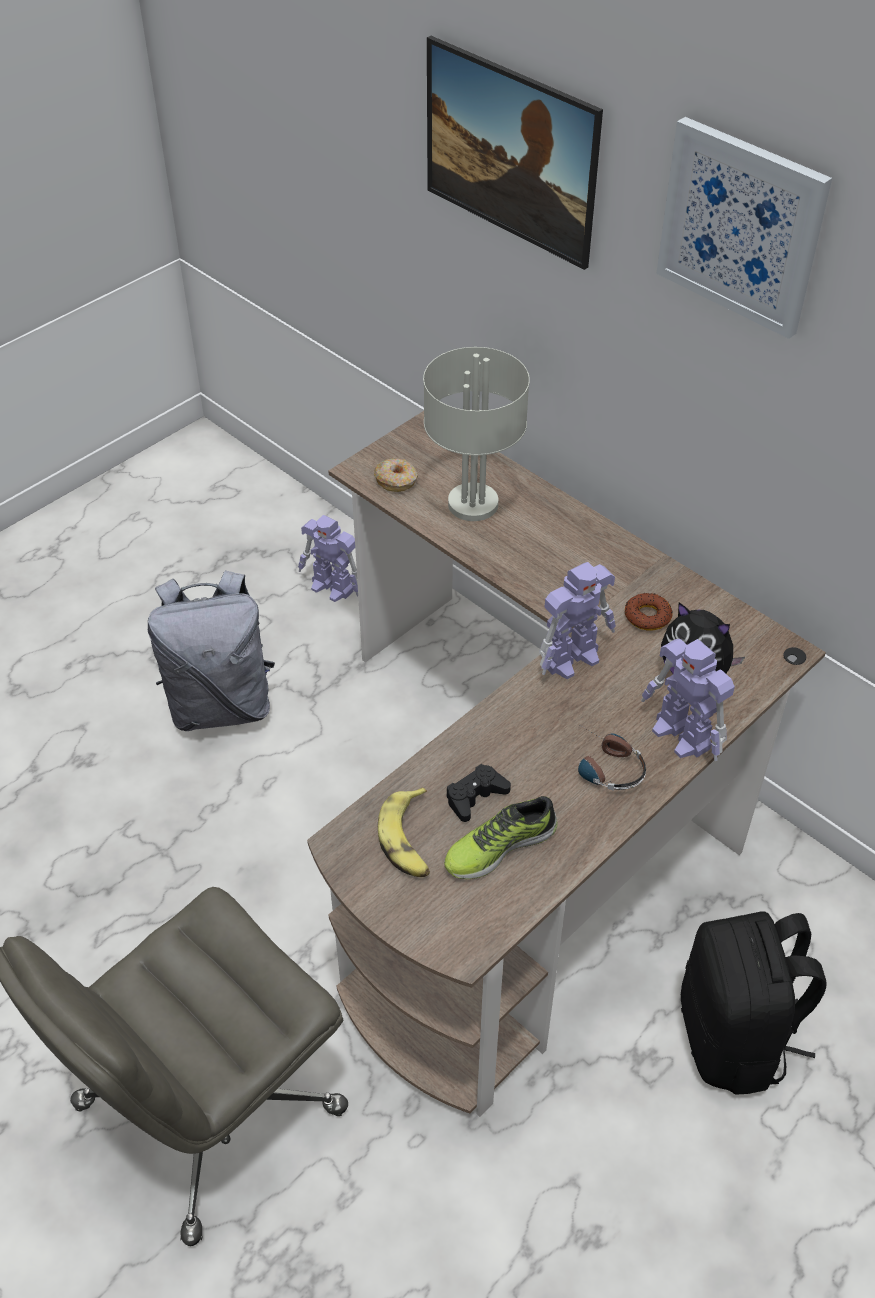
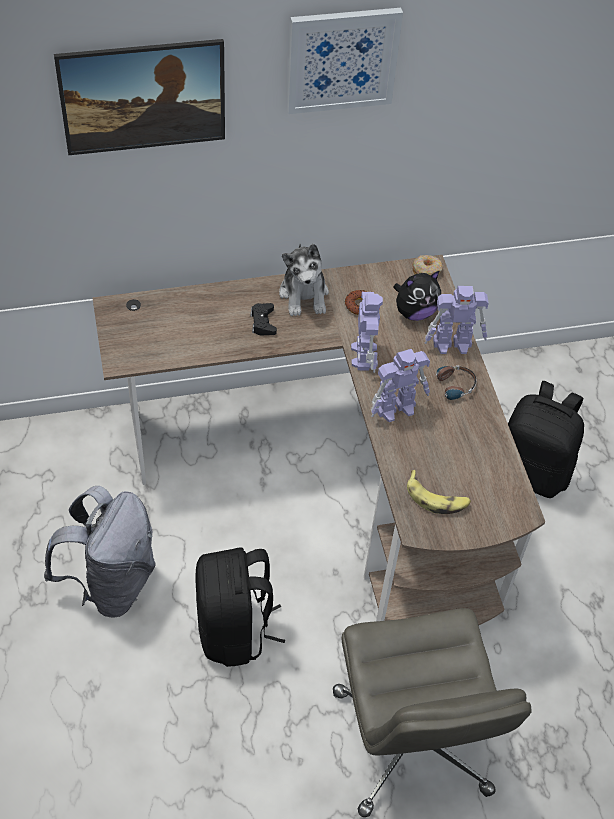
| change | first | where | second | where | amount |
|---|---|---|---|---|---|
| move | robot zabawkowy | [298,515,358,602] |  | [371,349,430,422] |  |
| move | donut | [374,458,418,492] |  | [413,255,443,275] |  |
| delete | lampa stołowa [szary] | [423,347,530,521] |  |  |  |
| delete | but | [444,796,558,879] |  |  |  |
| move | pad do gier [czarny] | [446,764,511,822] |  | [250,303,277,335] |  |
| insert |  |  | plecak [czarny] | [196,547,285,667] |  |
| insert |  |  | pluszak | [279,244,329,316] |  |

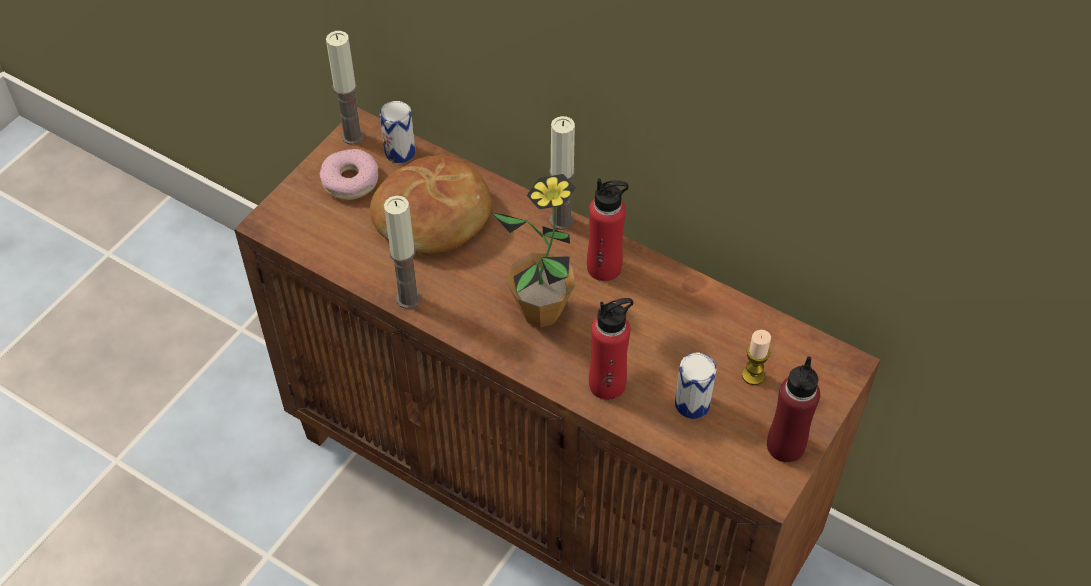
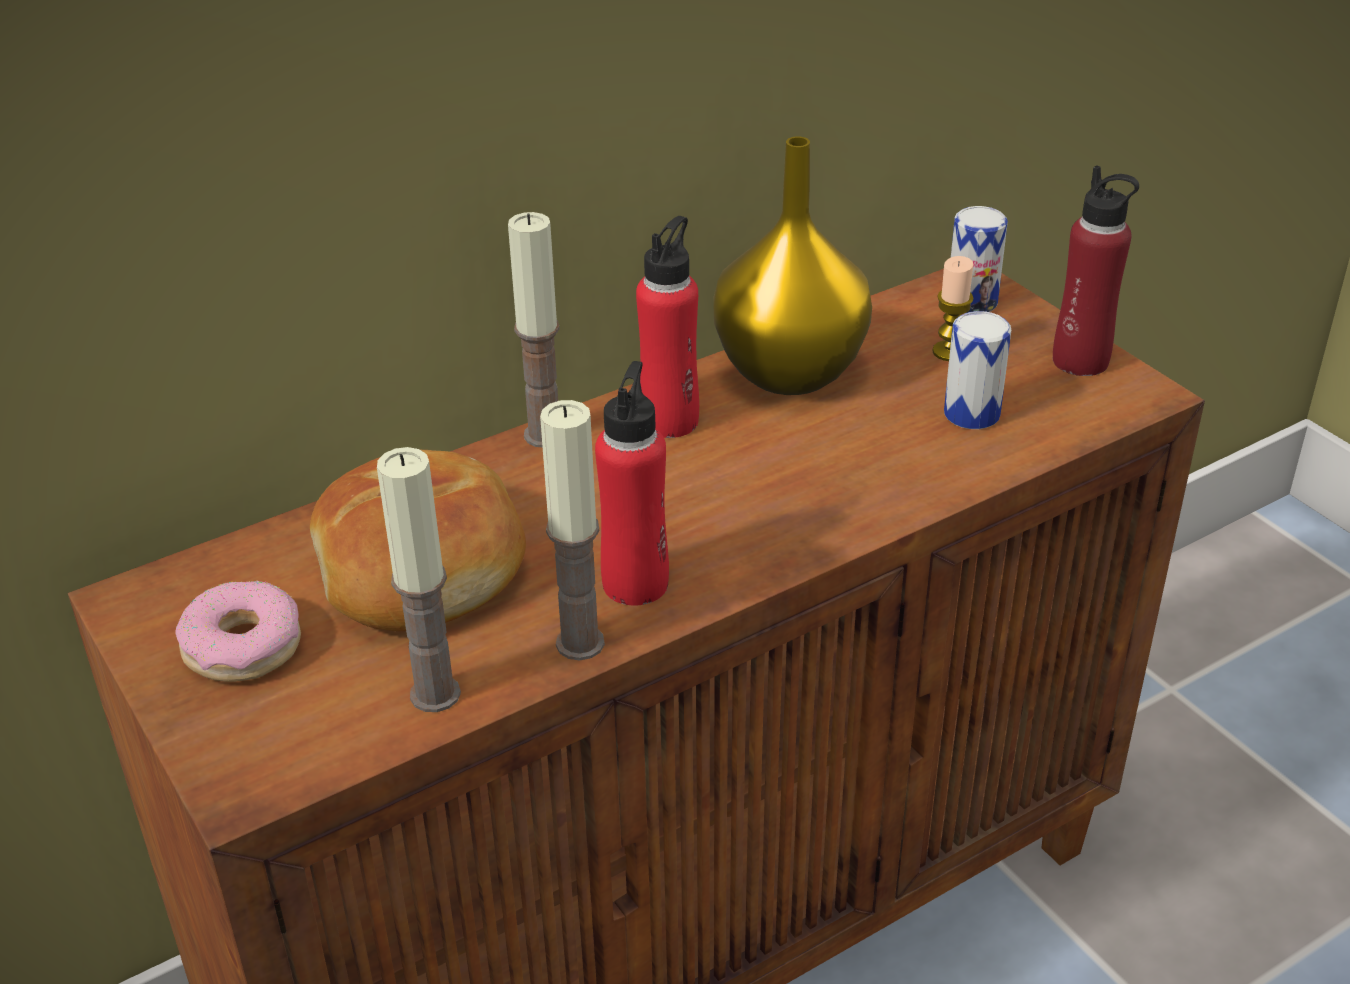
| change | first | where | second | where | amount |
|---|---|---|---|---|---|
| move | świeca | [326,31,364,145] |  | [377,447,461,712] |  |
| move | puszka | [379,101,415,163] |  | [951,206,1008,314] |  |
| delete | roślina doniczkowa | [492,174,576,327] |  |  |  |
| move | butelka [czerwony] | [589,298,634,400] |  | [595,361,669,606] |  |
| insert |  |  | wazon [żółty] | [713,136,872,395] |  |

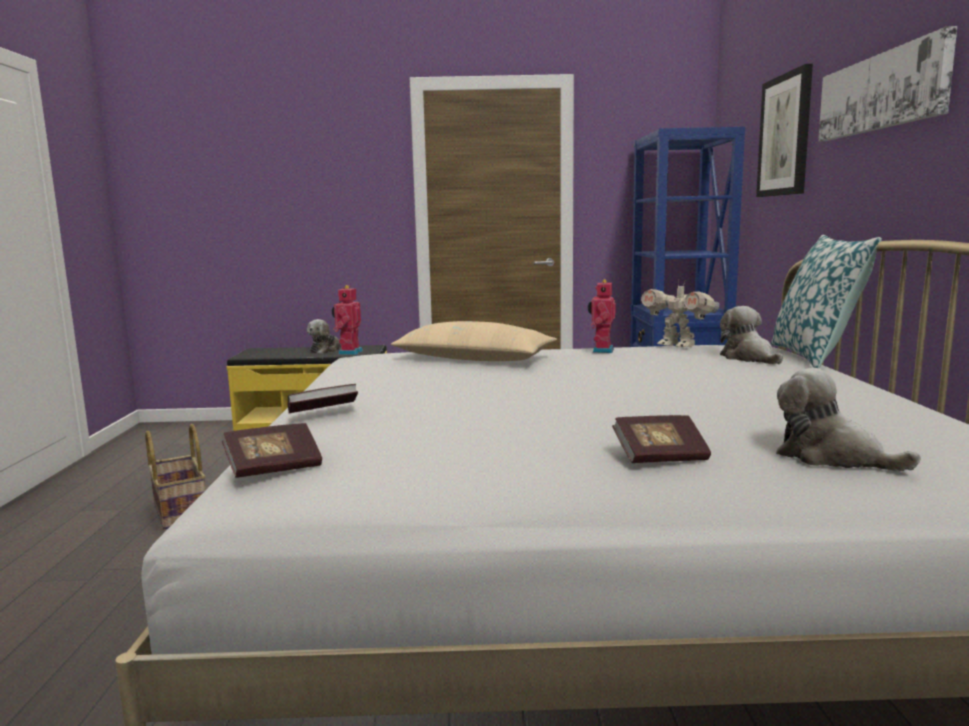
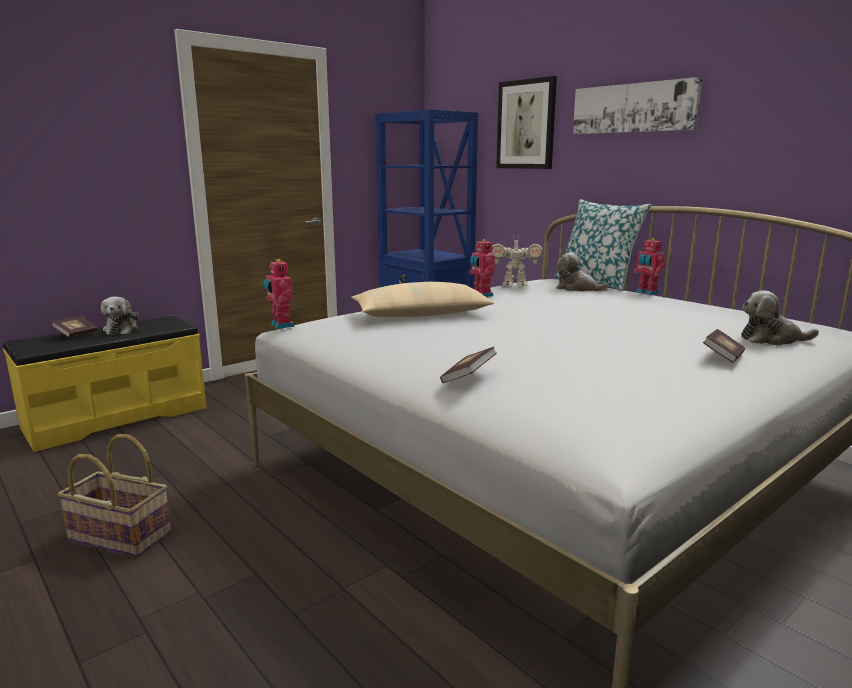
| change | first | where | second | where | amount |
|---|---|---|---|---|---|
| move | książka | [222,423,322,478] |  | [51,316,97,337] |  |
| insert |  |  | robot zabawkowy | [634,238,666,295] |  |

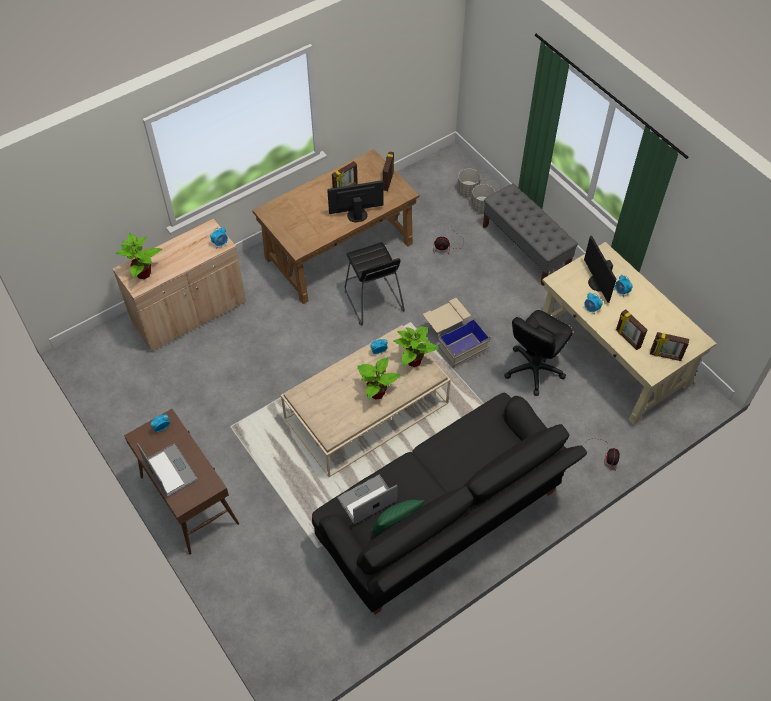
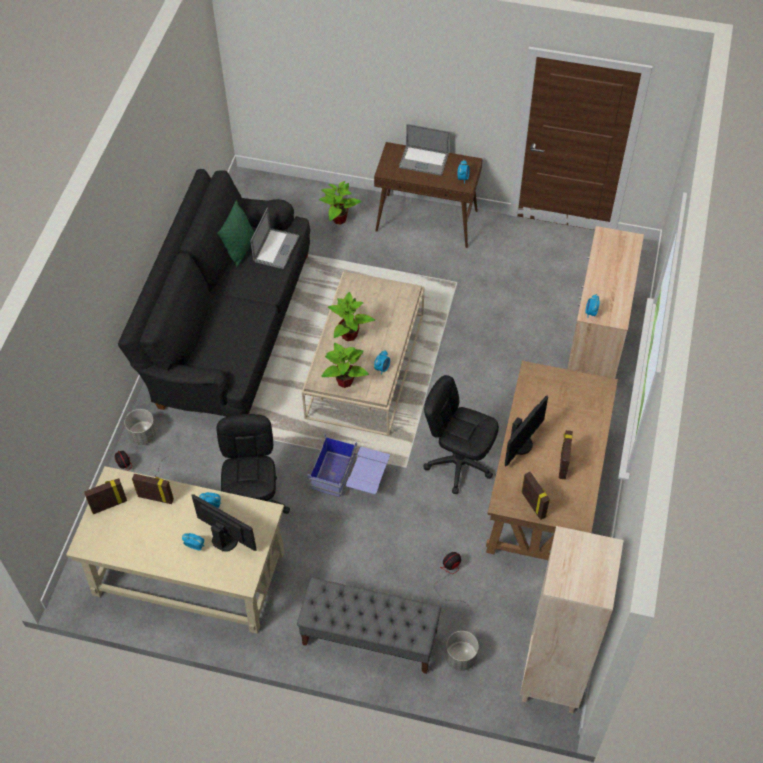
| change | first | where | second | where | amount |
|---|---|---|---|---|---|
| move | roślina doniczkowa | [116,233,162,279] |  | [319,181,362,225] |  |
| replace | stołek [czarny] | [345,242,405,325] | krzesło biurowe [czarny] | [423,375,499,494] |  |
| recolor | pojemnik do przechowywania [beżowy] | [423,298,491,368] | pojemnik do przechowywania [niebieski] | [308,434,390,497] |  |
| move | donica [szary] | [457,169,481,197] |  | [124,409,157,445] |  |
| insert |  |  | regał [beżowy] | [520,526,624,713] |  |

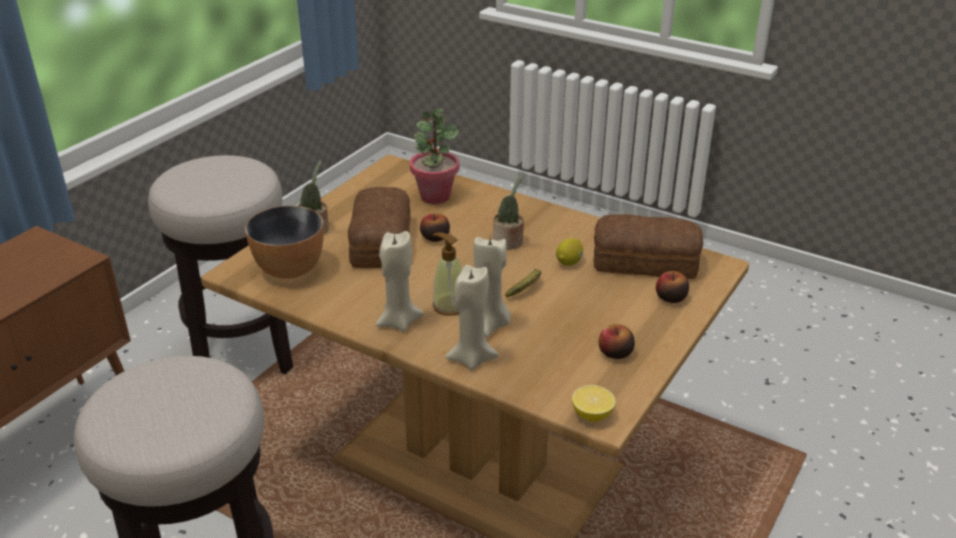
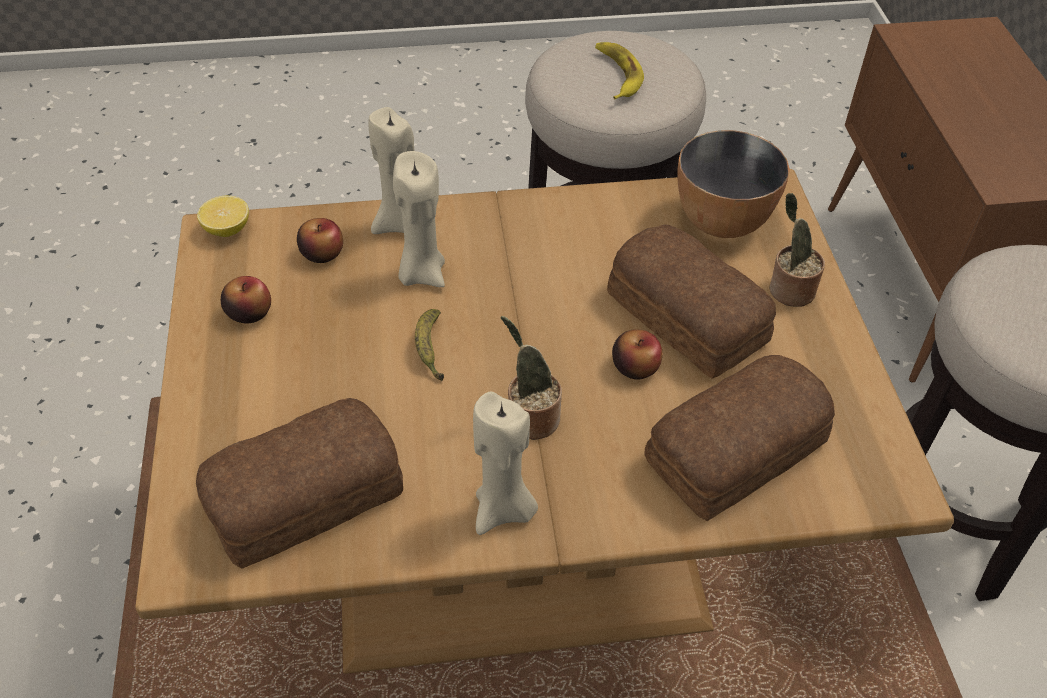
| change | first | where | second | where | amount |
|---|---|---|---|---|---|
| move | świeca [beżowy] | [376,231,424,332] |  | [473,391,538,535] |  |
| replace | roślina doniczkowa | [410,109,460,204] | chleb | [644,355,835,521] |  |
| delete | dozownik mydła | [432,232,462,316] |  |  |  |
| delete | cytryna | [556,238,583,266] |  |  |  |
| move | jabłko | [656,271,689,303] |  | [297,218,343,263] |  |
| insert |  |  | banan | [595,42,644,99] |  |

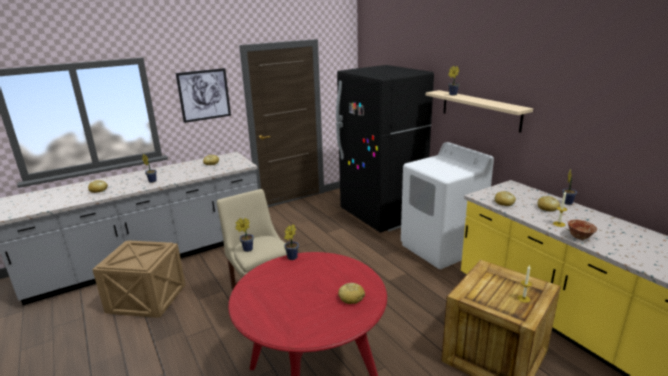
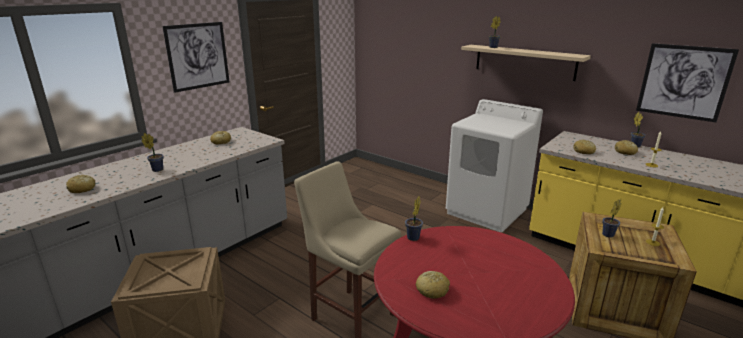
| change | first | where | second | where | amount |
|---|---|---|---|---|---|
| move | roślina doniczkowa | [235,218,254,252] |  | [602,199,622,238] |  |
| delete | lodówka [czarny] | [336,65,434,233] |  |  |  |
| move | chleb | [338,283,365,304] |  | [416,271,450,299] |  |
| delete | miska | [568,220,597,240] |  |  |  |
| insert |  |  | obraz | [636,43,739,122] |  |

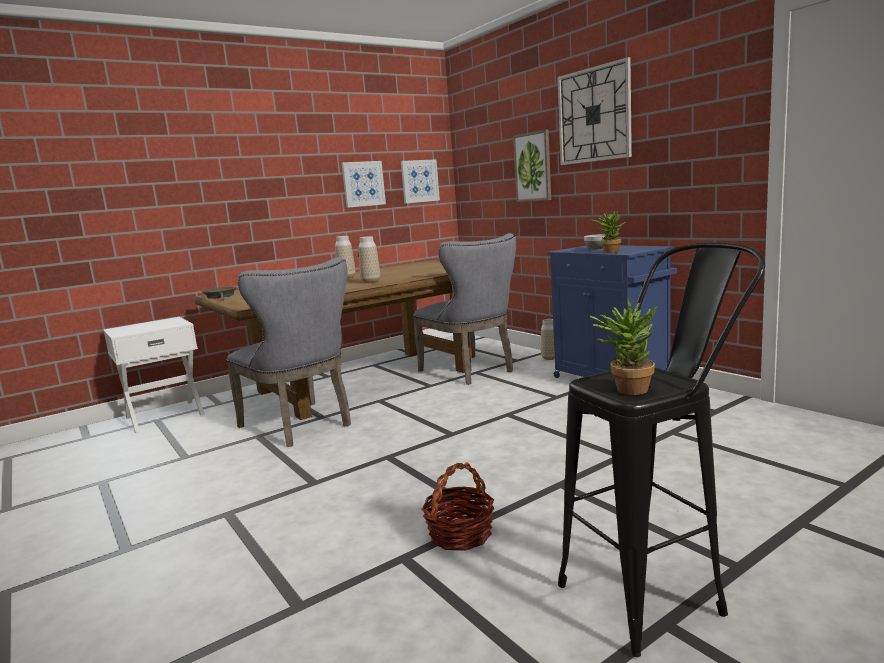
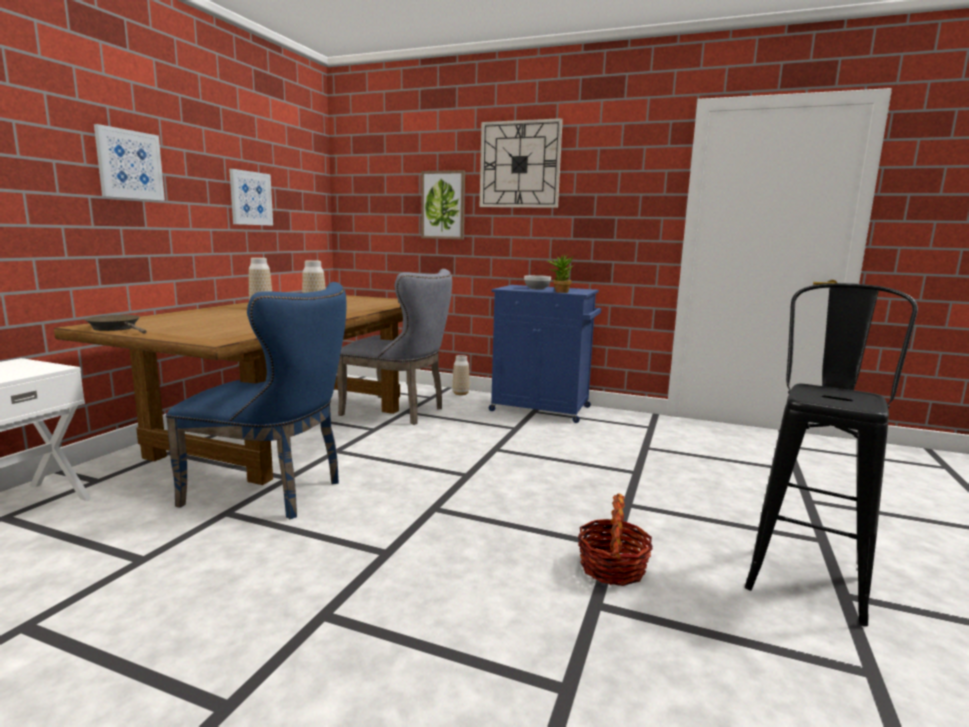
| change | first | where | second | where | amount |
|---|---|---|---|---|---|
| recolor | krzesło [szary] | [226,257,351,447] | krzesło [niebieski] | [166,282,347,519] |  |
| move | obraz | [401,159,440,204] |  | [94,124,165,201] |  |
| delete | roślina doniczkowa | [590,298,658,395] |  |  |  |

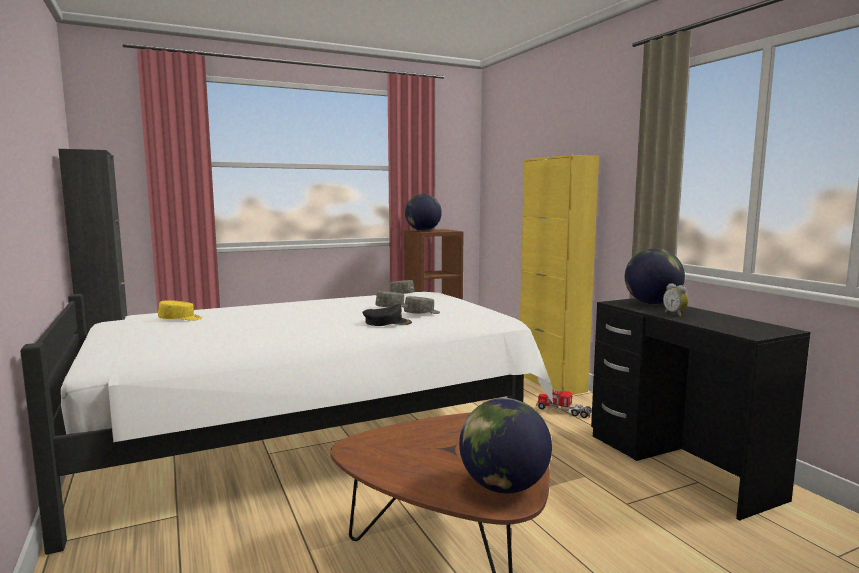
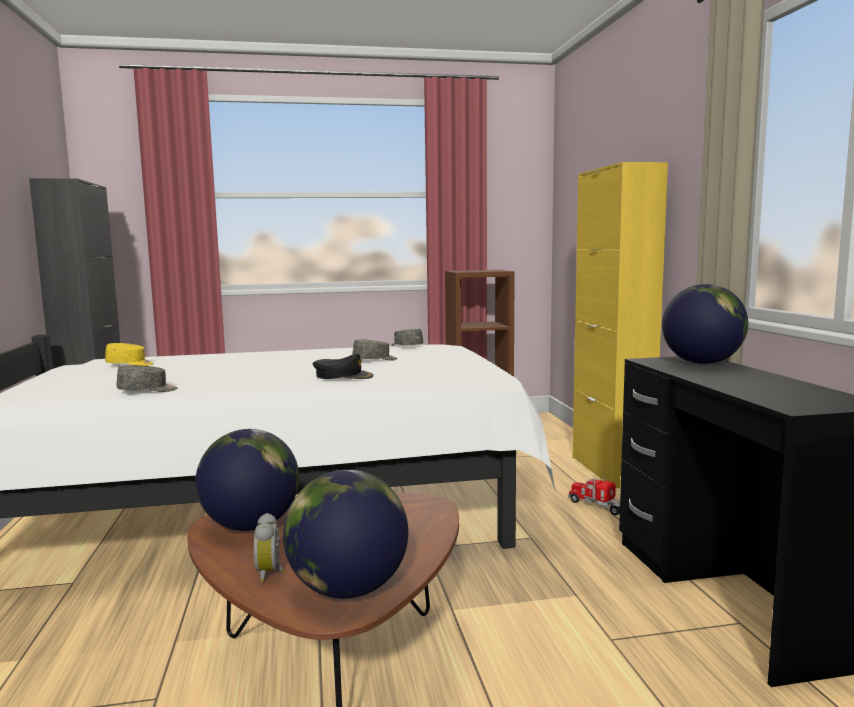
| change | first | where | second | where | amount |
|---|---|---|---|---|---|
| move | czapka z daszkiem [szary] | [404,296,440,314] |  | [116,365,178,392] |  |
| move | globus | [405,194,442,231] |  | [195,429,299,531] |  |
| move | budzik | [663,283,688,316] |  | [254,513,285,583] |  |

